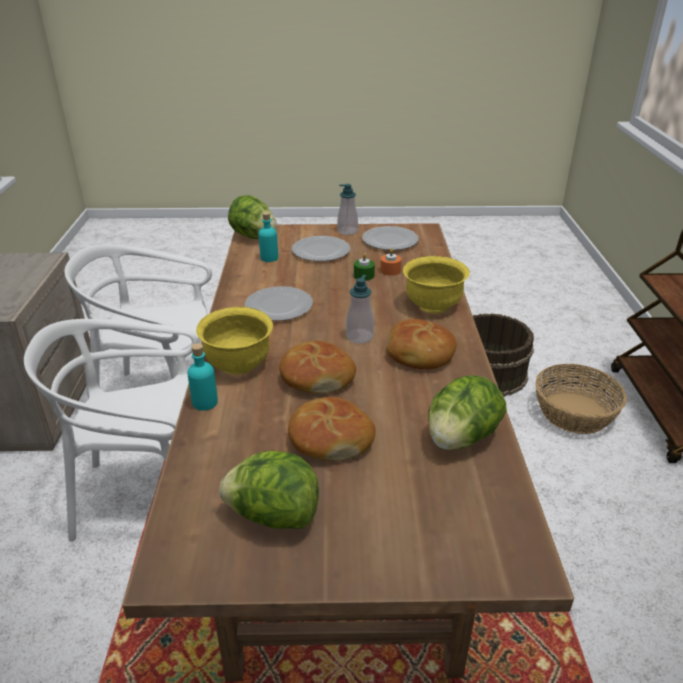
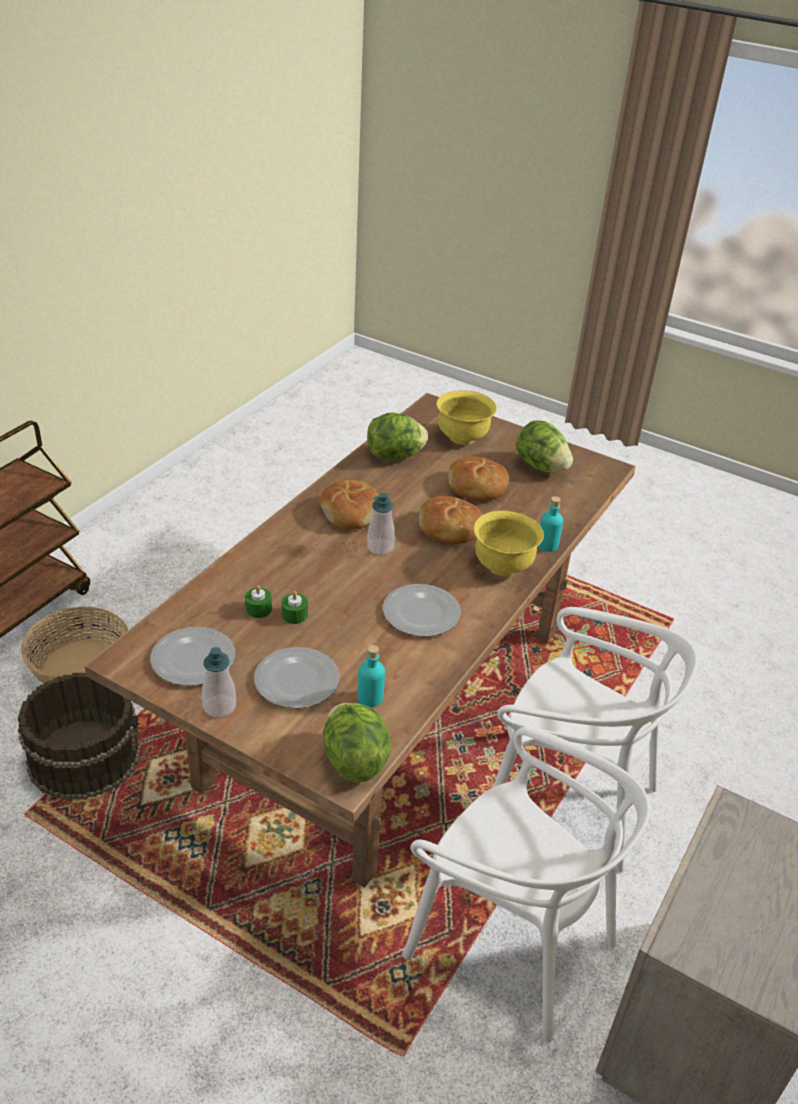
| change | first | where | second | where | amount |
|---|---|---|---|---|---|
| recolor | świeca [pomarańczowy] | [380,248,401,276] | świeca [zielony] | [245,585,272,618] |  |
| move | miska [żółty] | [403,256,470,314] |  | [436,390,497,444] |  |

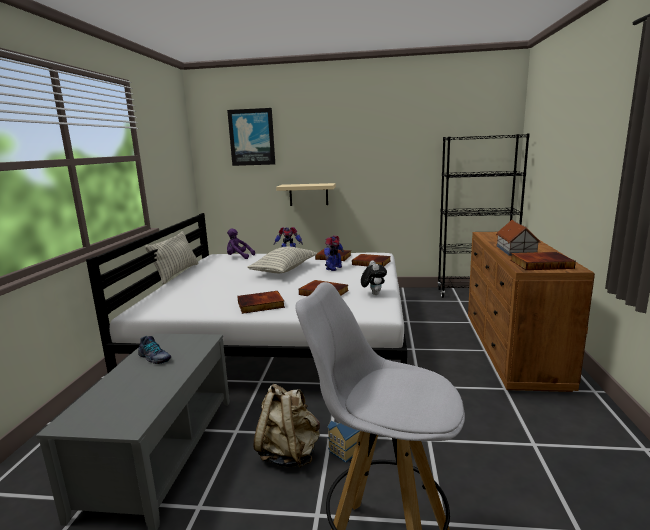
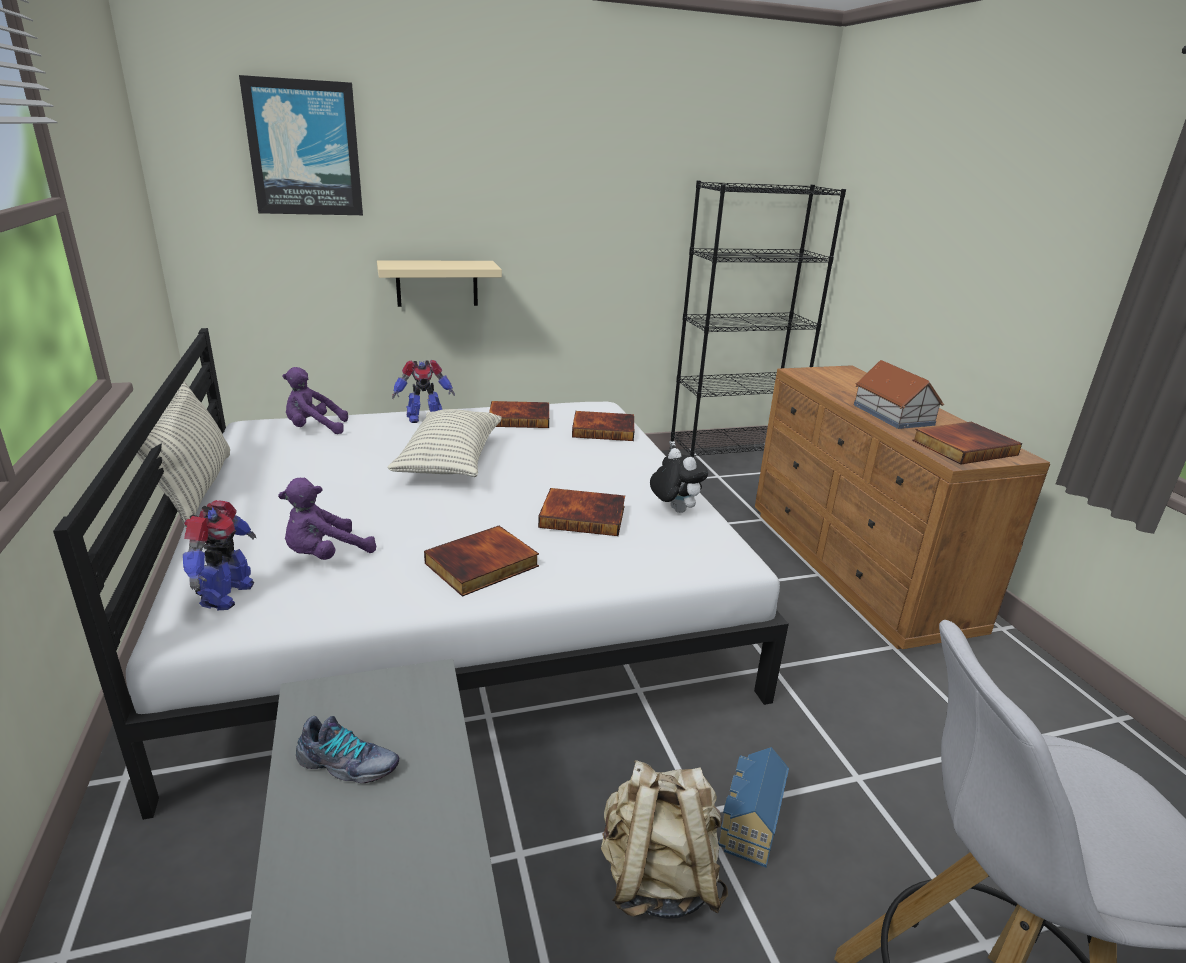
| change | first | where | second | where | amount |
|---|---|---|---|---|---|
| move | robot zabawkowy | [324,236,344,271] |  | [183,500,256,610] |  |
| insert |  |  | pluszak [fioletowy] | [278,478,376,560] |  |

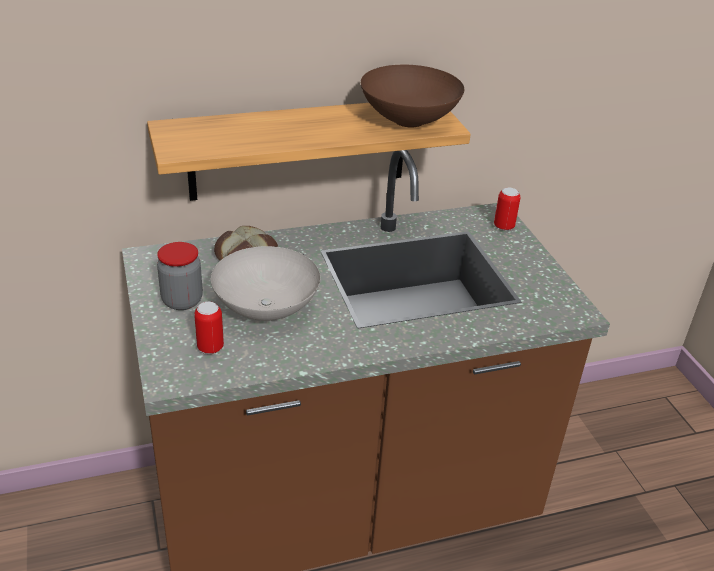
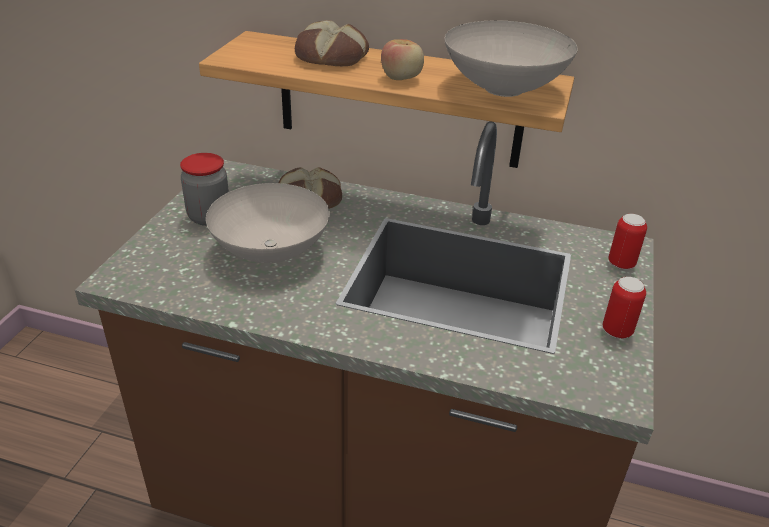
| change | first | where | second | where | amount |
|---|---|---|---|---|---|
| move | puszka | [194,302,224,354] |  | [603,277,646,339] |  |
| recolor | miska [brązowy] | [361,65,464,127] | miska [biały] | [445,20,578,97] |  |
| insert |  |  | chleb | [295,20,369,66] |  |
| insert |  |  | jabłko | [381,39,424,80] |  |

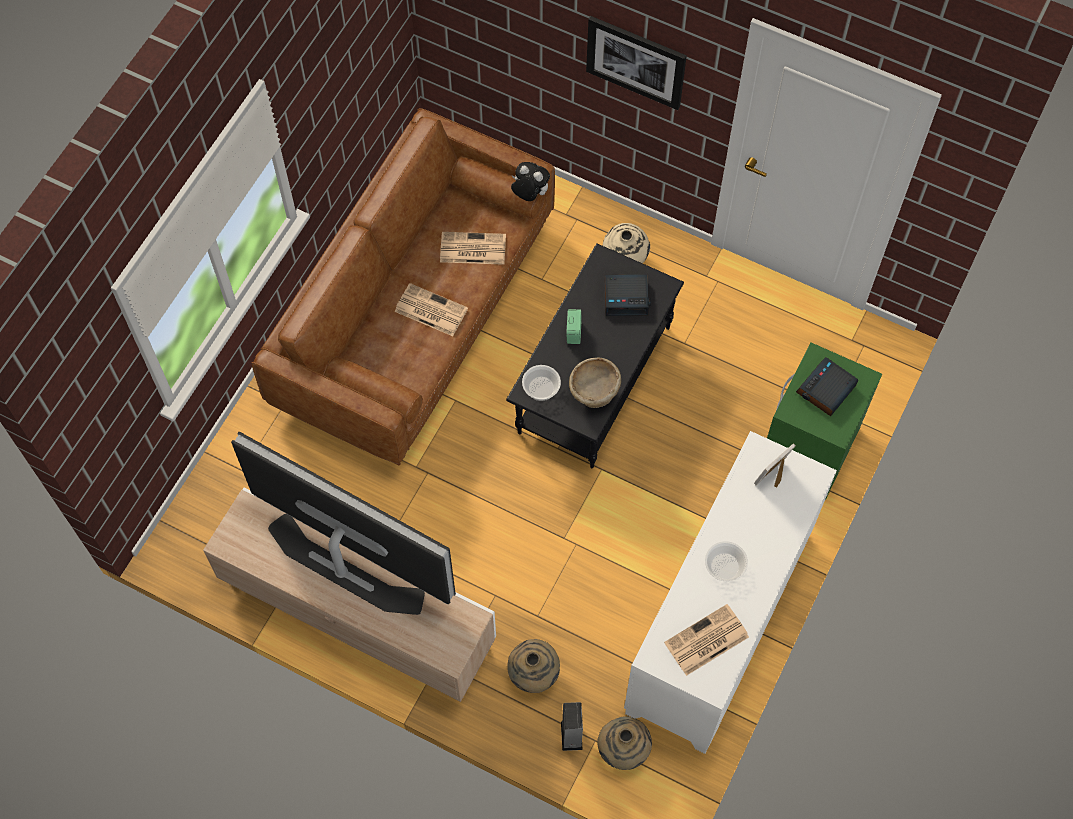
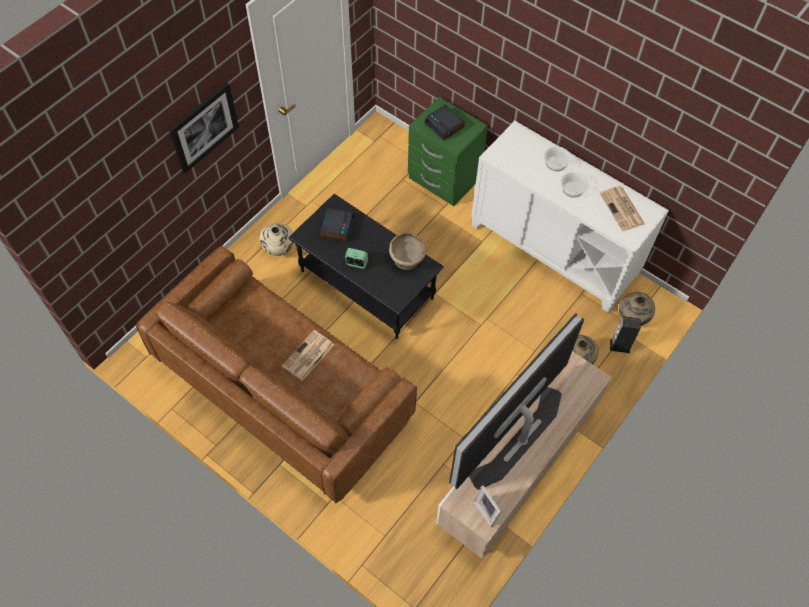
| change | first | where | second | where | amount |
|---|---|---|---|---|---|
| delete | gazeta | [440,232,506,265] |  |  |  |
| delete | pluszak | [511,162,550,201] |  |  |  |
| move | miska | [522,365,561,401] |  | [544,146,572,172] |  |
| move | ramka na zdjęcie | [754,444,796,488] |  | [473,485,501,527] |  |

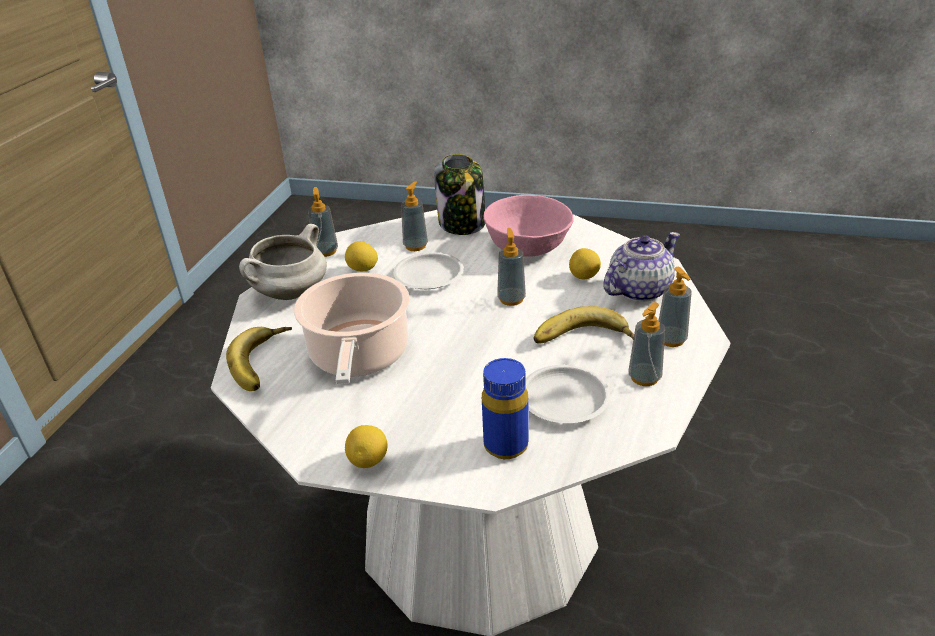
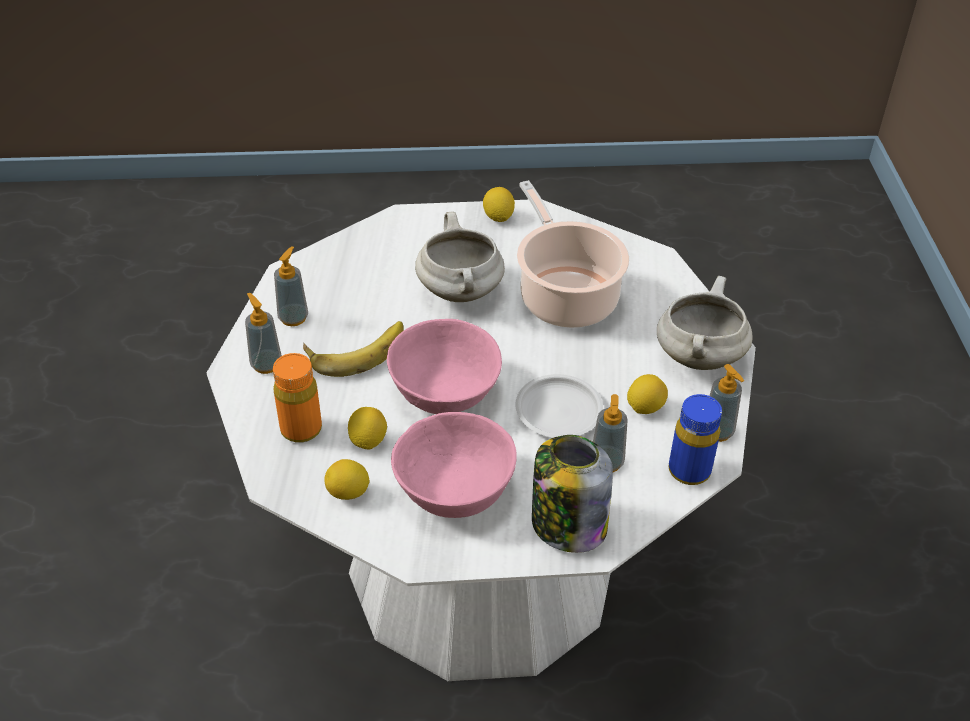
| change | first | where | second | where | amount |
|---|---|---|---|---|---|
| delete | banan | [226,327,292,391] |  |  |  |
| move | butelka [niebieski] | [482,358,528,459] |  | [669,394,722,485] |  |
| replace | dozownik mydła | [497,228,526,306] | miska [różowy] | [387,319,502,414] |  |
| delete | talerz [biały] | [525,365,610,423] |  |  |  |
| replace | imbryk | [603,232,680,302] | butelka [pomarańczowy] | [273,353,322,443] |  |
| insert |  |  | cytryna | [324,459,370,500] |  |
| insert |  |  | garnek [biały] | [415,211,505,302] |  |

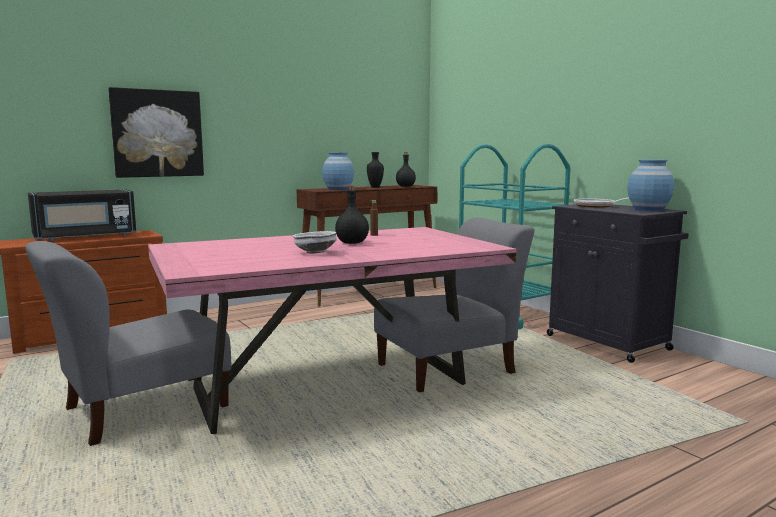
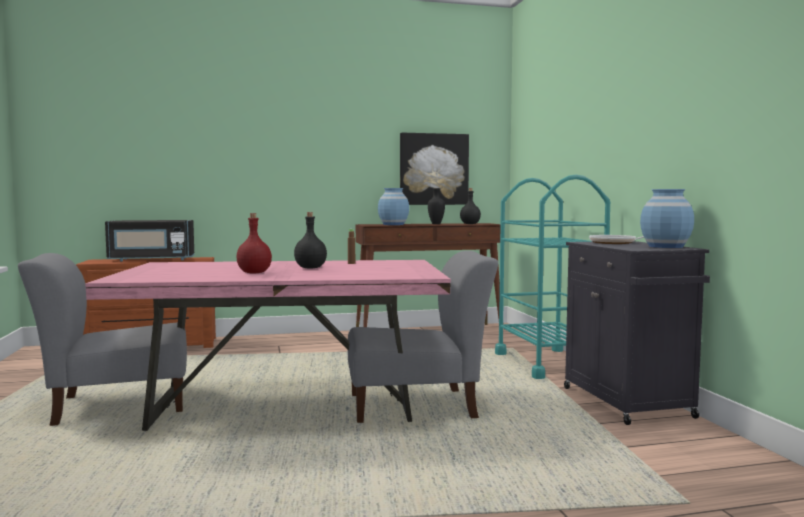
| change | first | where | second | where | amount |
|---|---|---|---|---|---|
| move | obraz | [108,87,204,178] |  | [400,133,469,205] |  |
| replace | miska [biały] | [293,231,337,254] | butelka [czerwony] | [236,213,272,274] |  |

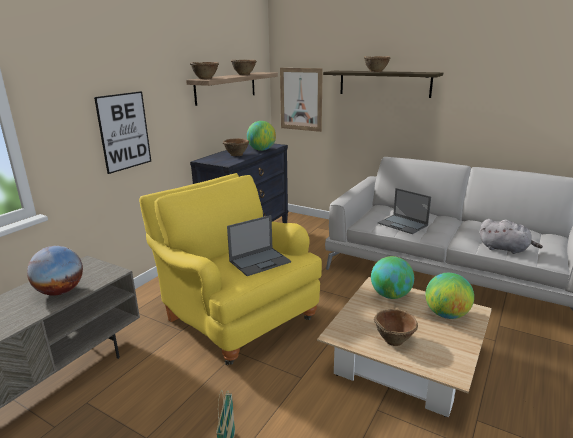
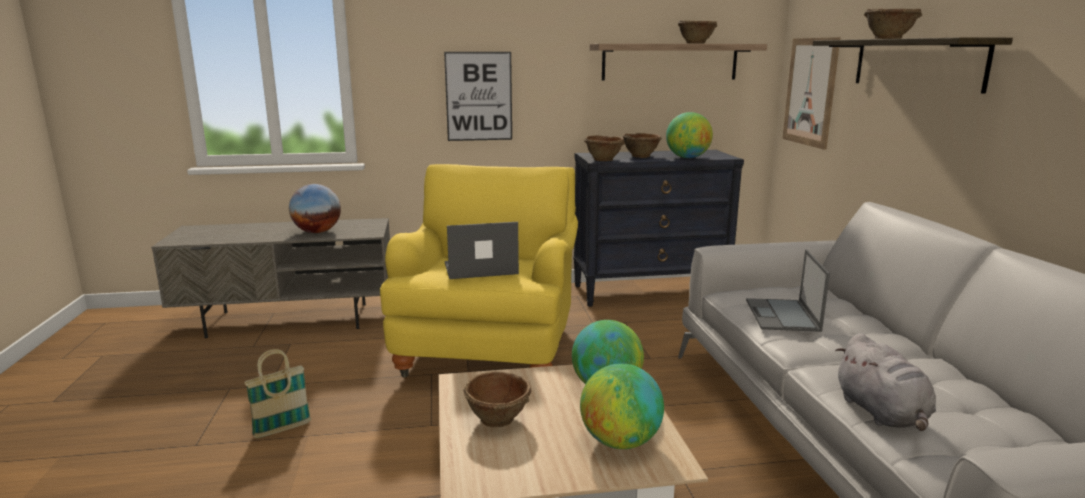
| change | first | where | second | where | amount |
|---|---|---|---|---|---|
| move | miska [brązowy] | [190,62,219,79] |  | [584,135,625,161] |  |
| rotate | laptop | [227,215,291,276] |  | [445,222,519,279] | 150 degrees clockwise |

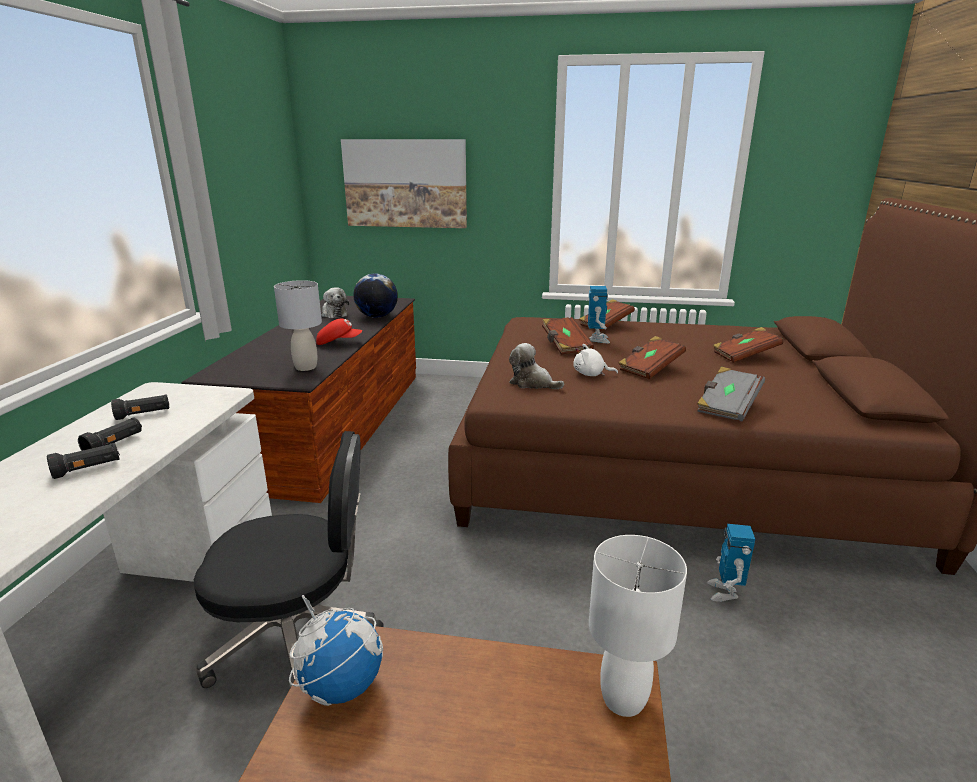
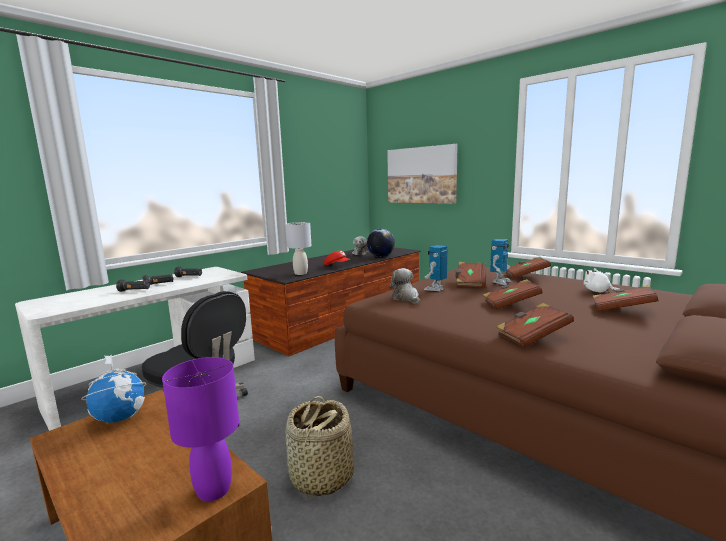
| change | first | where | second | where | amount |
|---|---|---|---|---|---|
| move | pluszak [biały] | [573,344,618,376] |  | [584,268,619,293] |  |
| recolor | lampa stołowa [biały] | [589,535,687,717] | lampa stołowa [fioletowy] | [162,357,239,502] |  |
| recolor | książka [szary] | [697,367,765,421] | książka [brązowy] | [496,303,574,347] |  |
| move | robot zabawkowy | [707,524,755,602] |  | [424,245,448,291] |  |
| insert |  |  | koszyk | [286,396,354,497] |  |

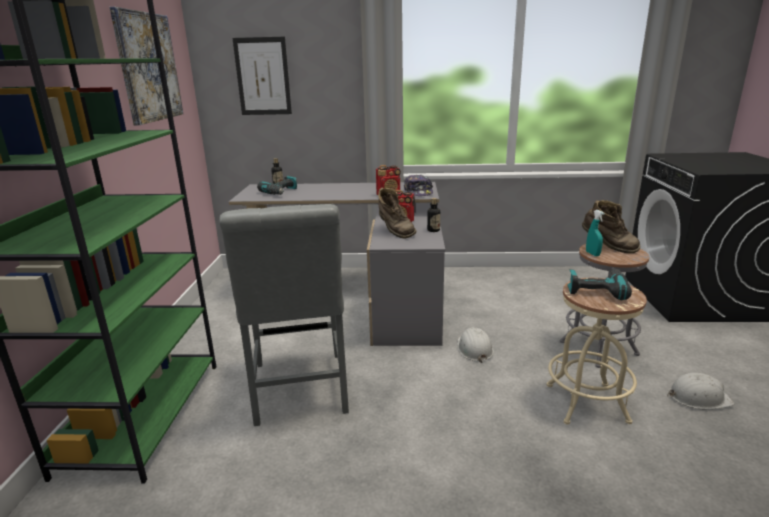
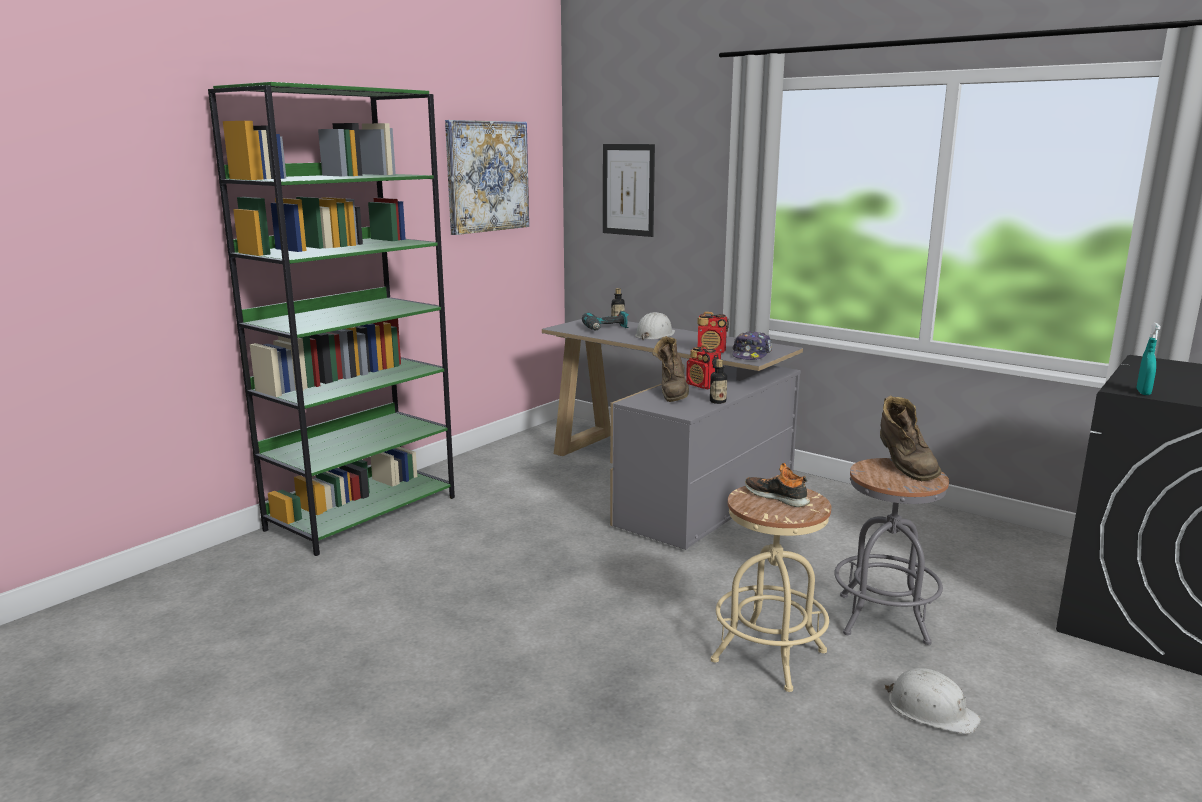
| change | first | where | second | where | amount |
|---|---|---|---|---|---|
| delete | krzesło [szary] | [220,204,349,426] |  |  |  |
| move | kask [biały] | [457,327,494,363] |  | [635,312,675,341] |  |
| replace | wiertarka | [567,269,632,300] | but | [745,463,810,507] |  |
| move | spryskiwacz [turkusowy] | [586,210,605,256] |  | [1137,323,1161,395] |  |

